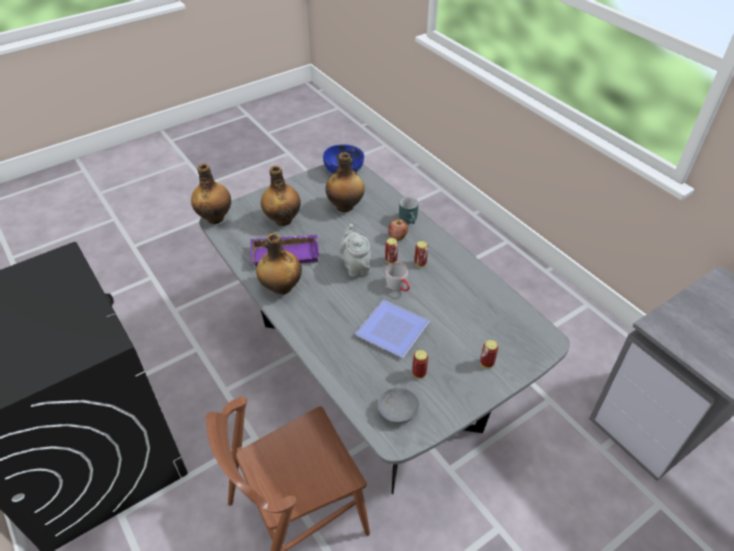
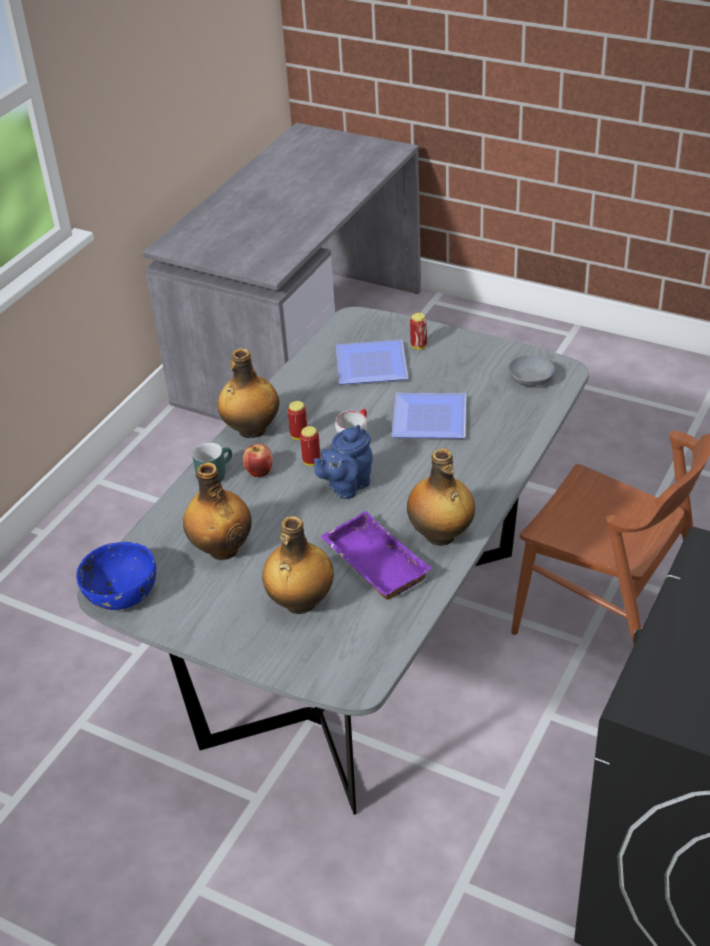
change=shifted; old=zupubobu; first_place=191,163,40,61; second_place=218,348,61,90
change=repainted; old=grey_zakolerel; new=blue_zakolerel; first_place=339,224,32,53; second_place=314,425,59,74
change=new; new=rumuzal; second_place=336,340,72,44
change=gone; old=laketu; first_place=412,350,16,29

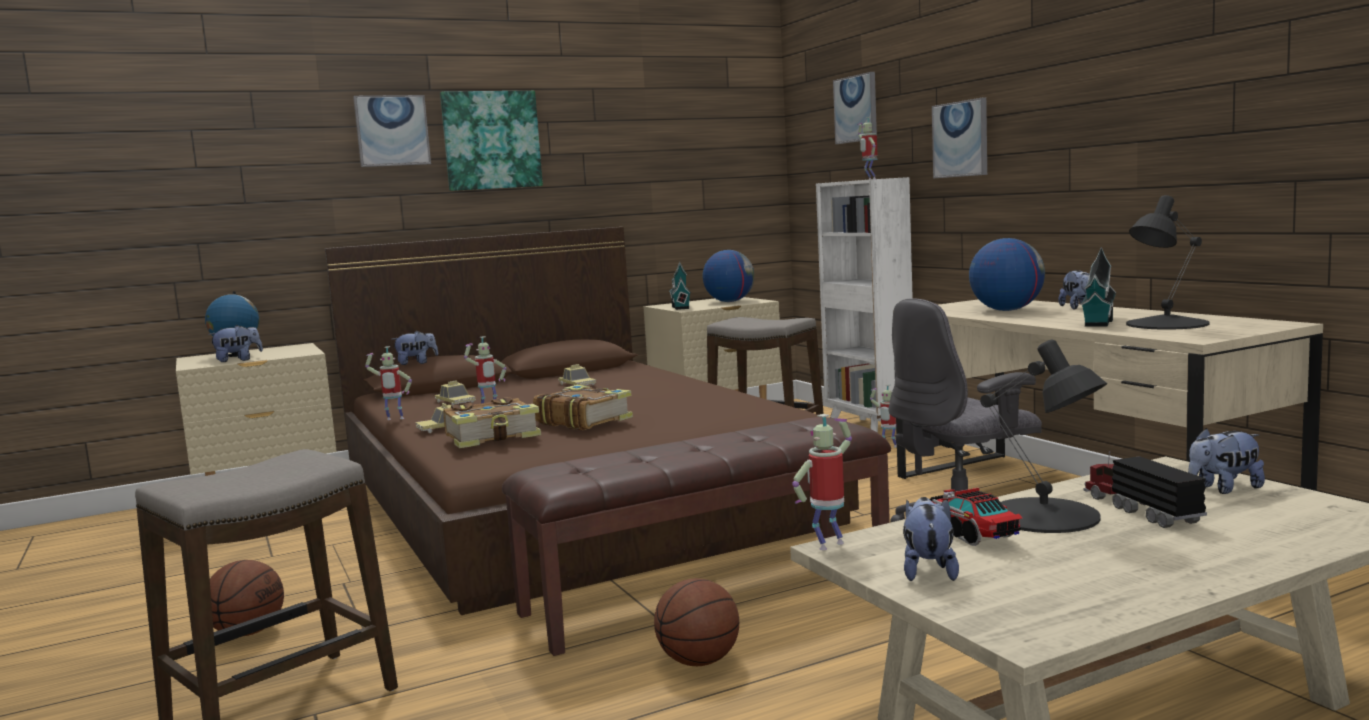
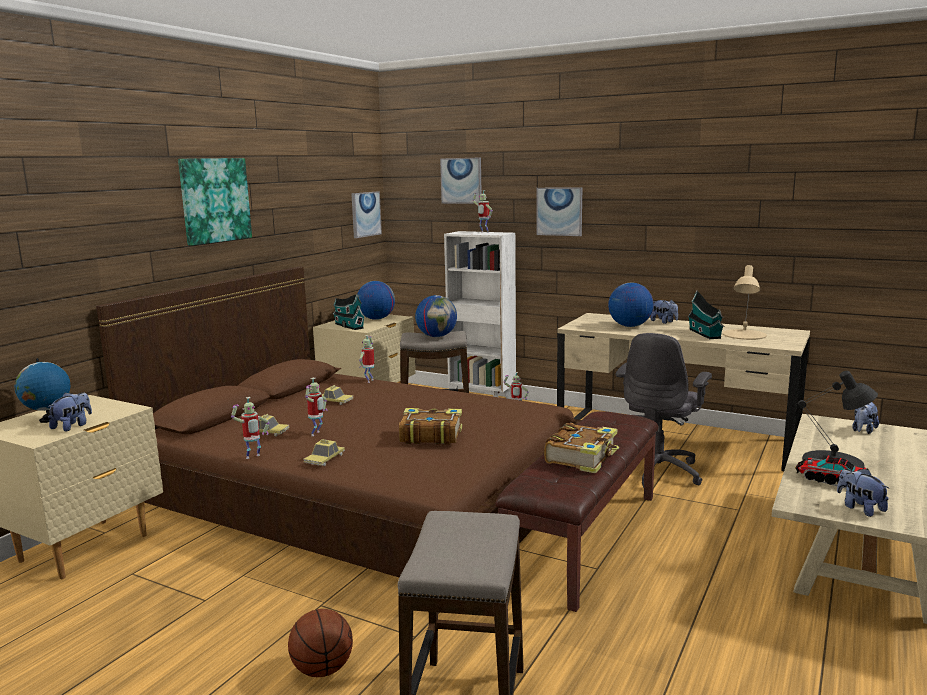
change=shifted; old=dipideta; first_place=353,95,78,72; second_place=351,191,31,47
change=shifted; old=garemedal; first_place=792,414,60,136; second_place=359,335,16,48
change=new; new=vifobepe; second_place=415,295,42,42
change=shifted; old=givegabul; first_place=443,397,98,51; second_place=544,423,75,50
change=repainted; old=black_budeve; new=beige_budeve; first_place=1126,195,84,135; second_place=723,265,44,75
change=gone; old=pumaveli; first_place=392,331,46,34
change=gone; old=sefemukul; first_place=654,578,85,88
change=gone; old=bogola; first_place=1083,451,124,77

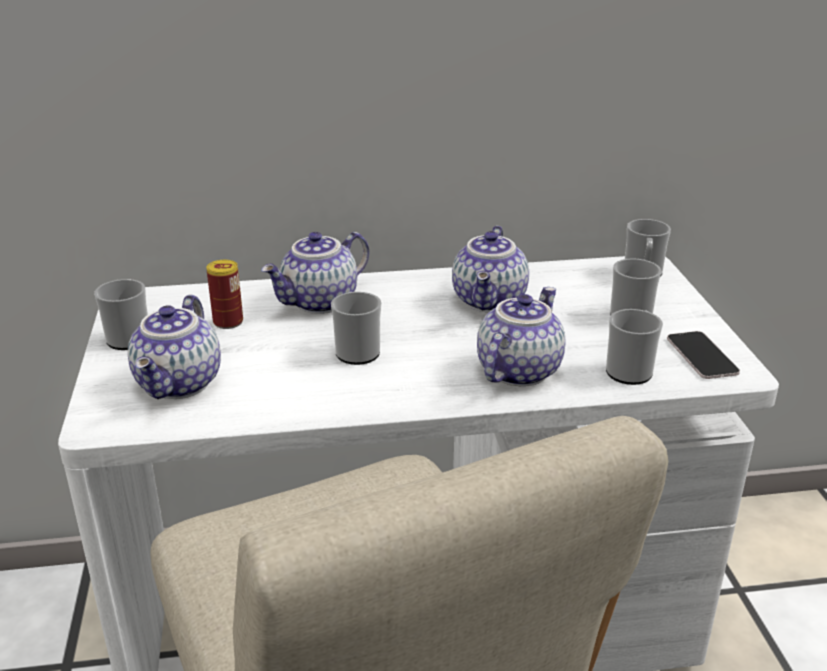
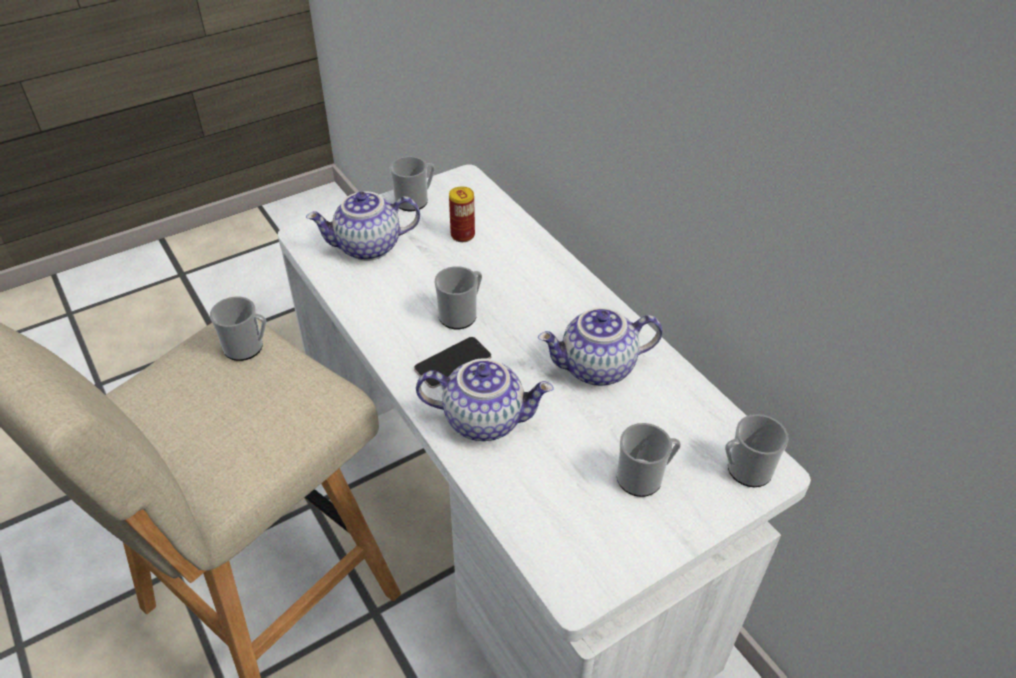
change=shifted; old=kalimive; first_place=606,309,57,76; second_place=210,297,56,64
change=shifted; old=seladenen; first_place=667,331,73,48; second_place=414,337,78,51
change=gone; old=zakolerel; first_place=261,232,108,82

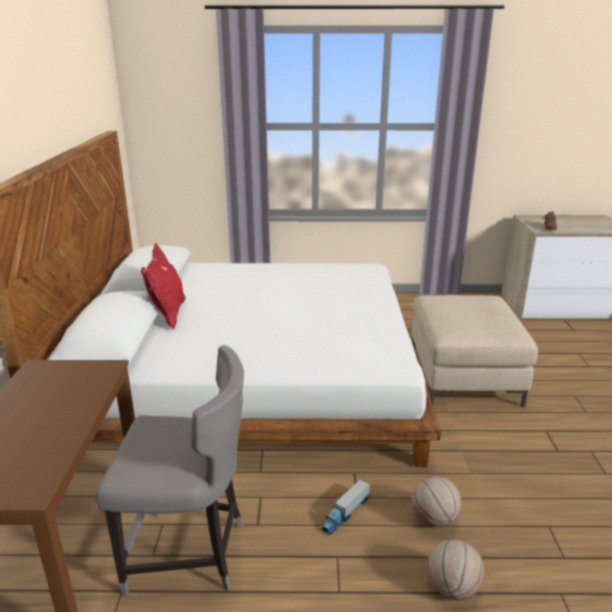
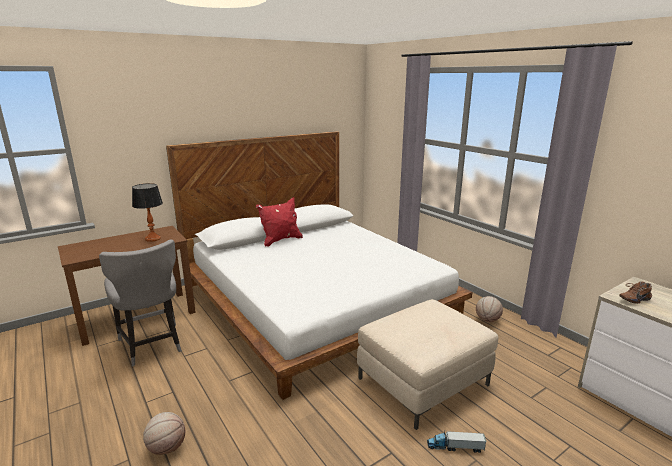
change=new; new=budeve; second_place=132,183,31,59
change=shifted; old=bogola; first_place=321,479,50,56; second_place=427,430,60,23
change=shifted; old=sefemukul; first_place=412,476,50,51; second_place=476,296,27,26

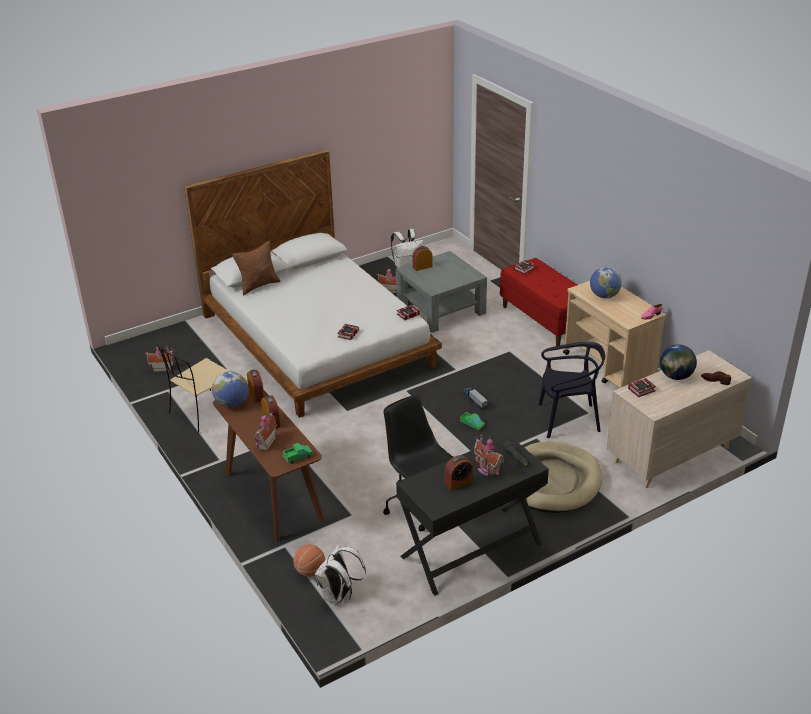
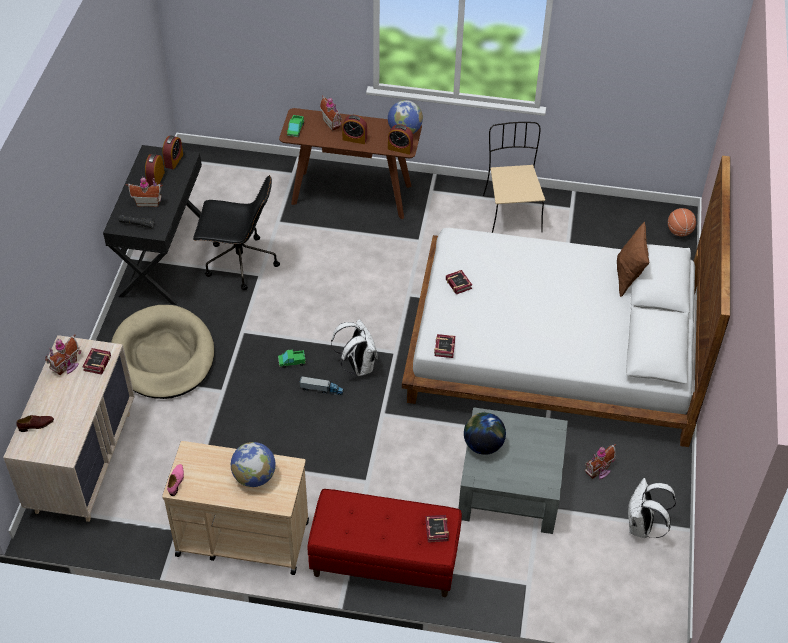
change=shifted; old=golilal; first_place=144,345,30,27; second_place=45,334,36,41
change=shifted; old=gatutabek; first_place=413,246,20,25; second_place=162,135,21,34
change=shifted; old=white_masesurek; first_place=315,545,51,59; second_place=331,319,47,57
change=shifted; old=vifobepe; first_place=660,344,37,36; second_place=464,412,42,43
change=shifted; old=sefemukul; first_place=293,544,32,33; second_place=668,208,28,28
change=gone; old=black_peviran; first_place=538,342,67,96

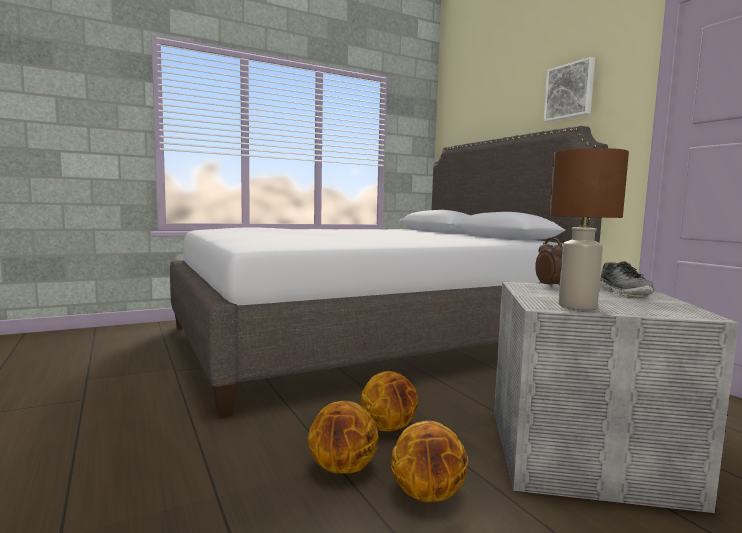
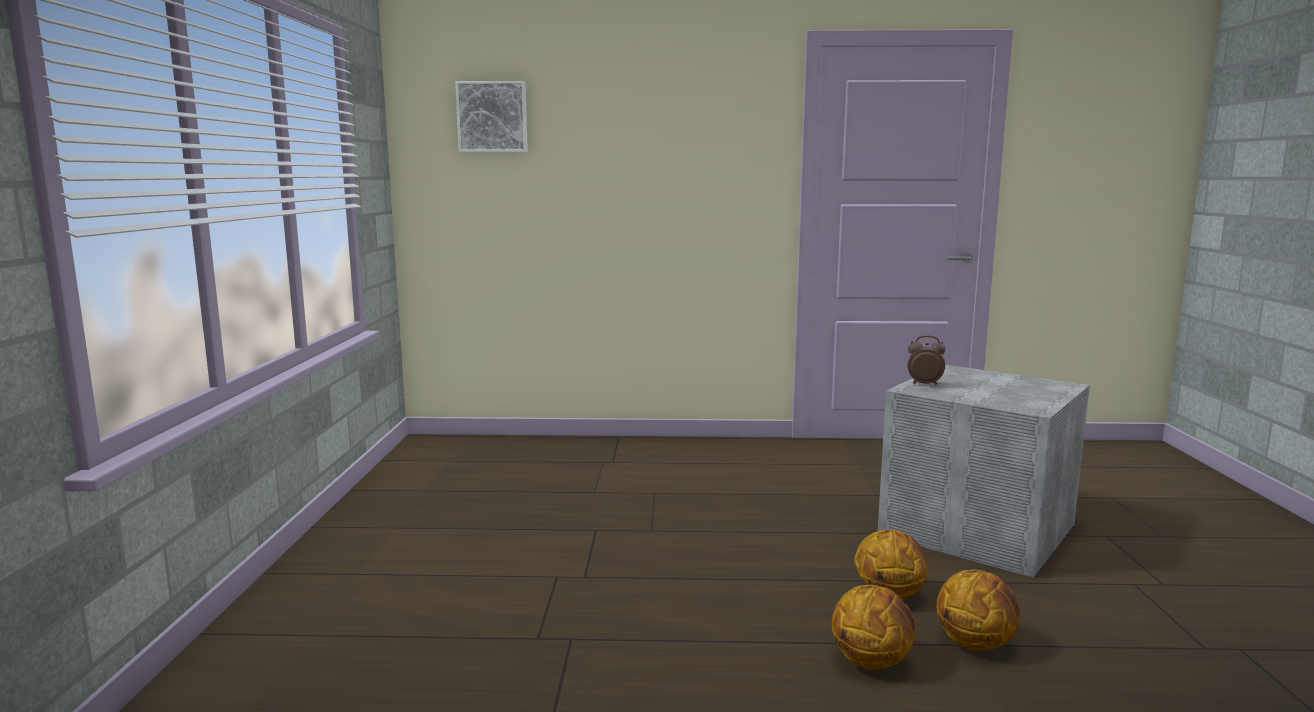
change=shifted; old=dipideta; first_place=544,57,51,65; second_place=455,81,73,71
change=shifted; old=sefemukul; first_place=391,421,77,81; second_place=832,585,83,85
change=gone; old=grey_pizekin; first_place=170,126,438,291
change=gone; old=brown_budeve; first_place=550,148,79,162
change=gone; old=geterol; first_place=600,262,54,35

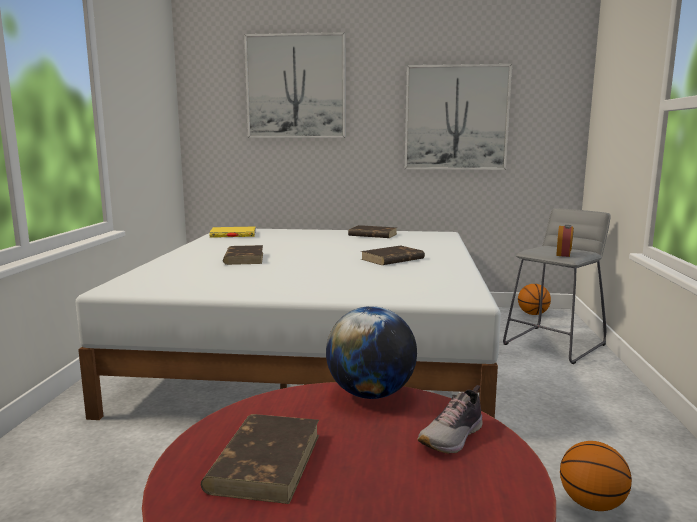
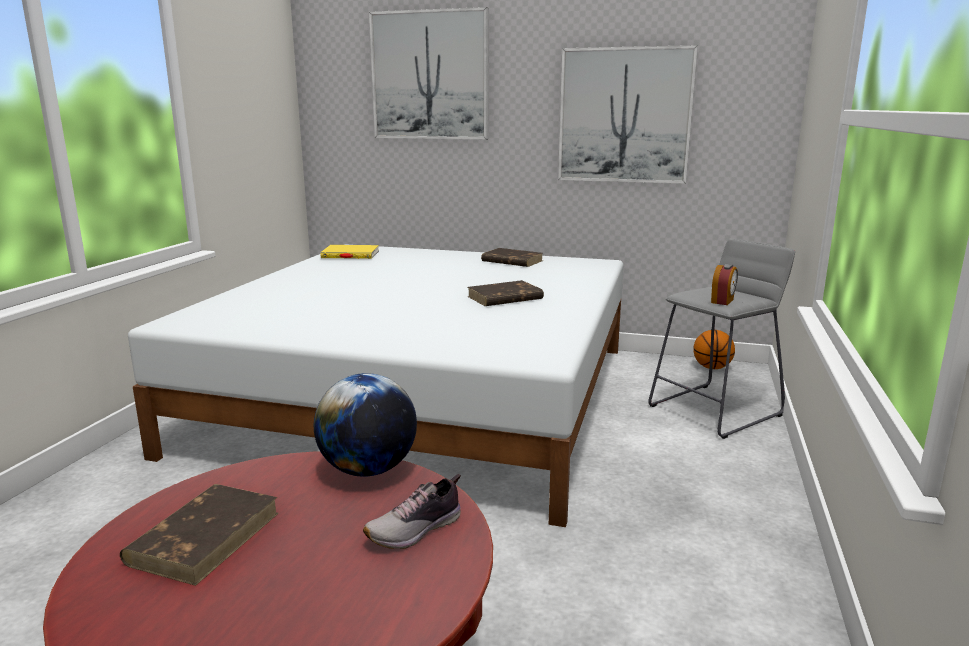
change=gone; old=brown_givegabul; first_place=223,245,40,20
change=gone; old=sefemukul; first_place=560,441,72,70

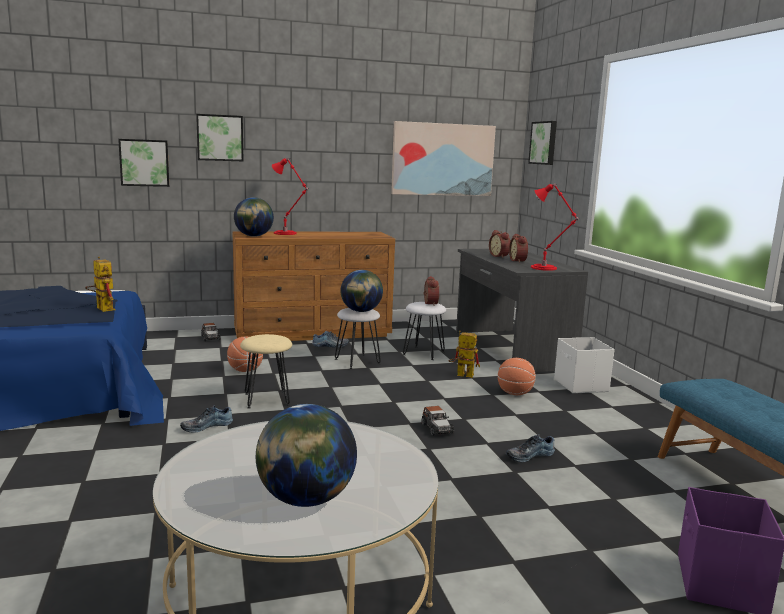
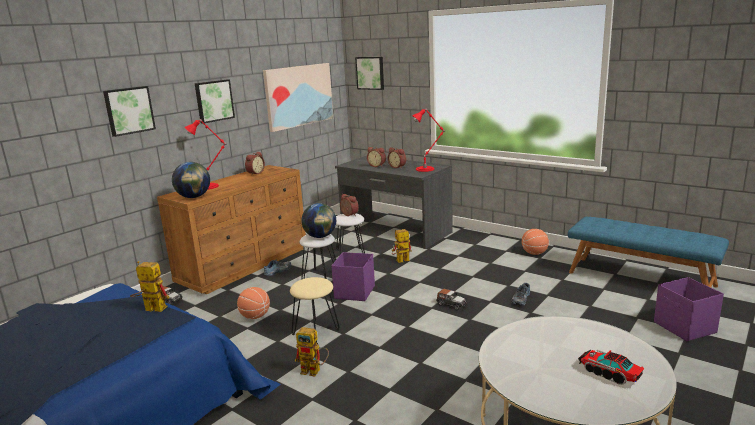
change=shifted; old=dipideta; first_place=118,139,51,48; second_place=195,80,40,44
change=new; new=gatutabek; second_place=245,151,20,24
change=swapped; old=geterol; new=garemedal; first_place=180,405,53,28; second_place=295,327,34,49
change=new; new=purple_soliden; second_place=331,252,44,49
change=shifted; old=sefemukul; first_place=498,358,38,37; second_place=522,229,27,26
change=swapped; old=vifobepe; new=bogola; first_place=256,404,101,103; second_place=578,350,66,35
change=gone; old=white_soliden; first_place=554,337,61,56

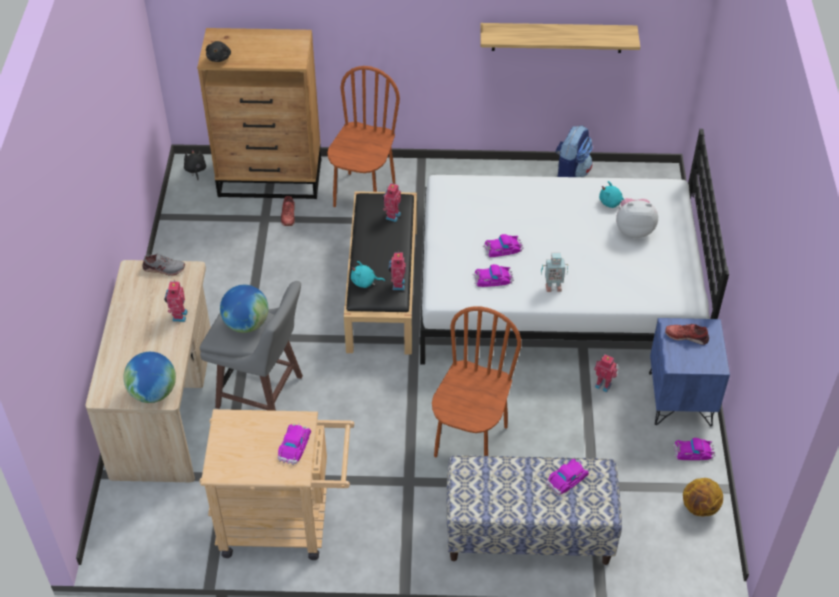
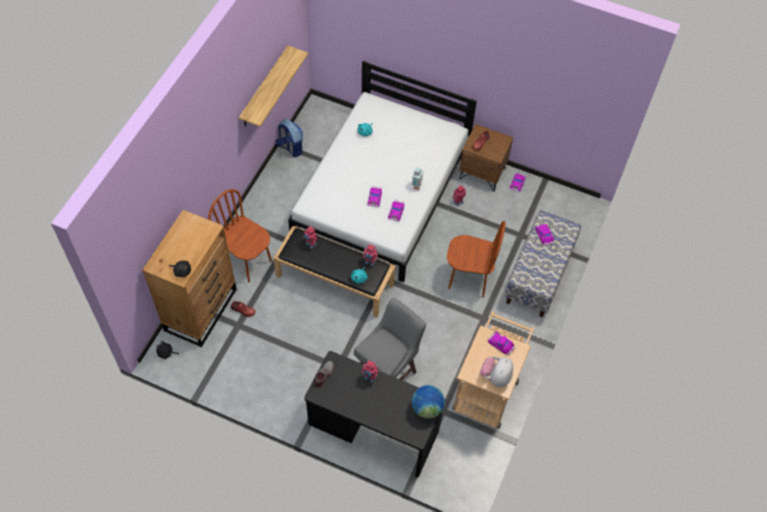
change=repainted; old=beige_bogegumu; new=black_bogegumu; first_place=85,260,126,222; second_place=304,351,139,126
change=rotated; old=brown_peviran; first_place=432,306,89,151; second_place=447,221,59,76; degrees=150
change=repainted; old=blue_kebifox; new=brown_kebifox; first_place=649,318,81,108; second_place=459,124,54,67
change=shifted; old=pumaveli; first_place=616,198,42,40; second_place=480,357,33,30
change=gone; old=vifobepe; first_place=220,285,49,48
change=gone; old=sefemukul; first_place=683,478,40,38

